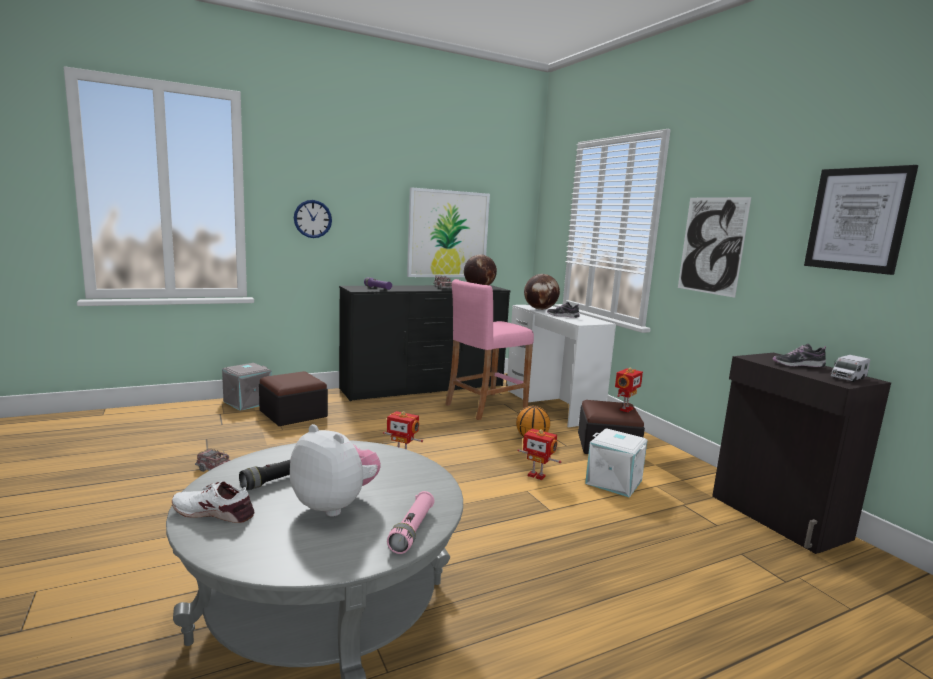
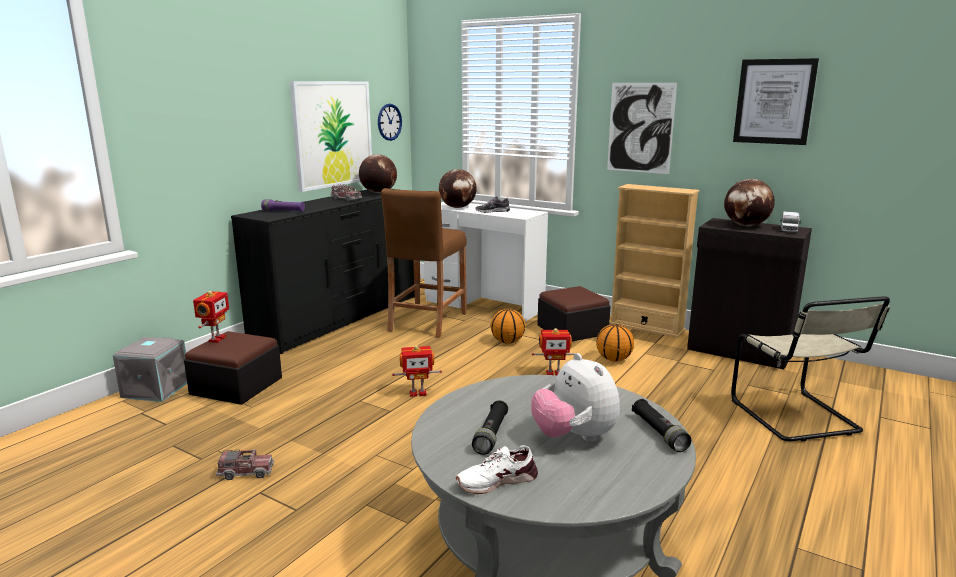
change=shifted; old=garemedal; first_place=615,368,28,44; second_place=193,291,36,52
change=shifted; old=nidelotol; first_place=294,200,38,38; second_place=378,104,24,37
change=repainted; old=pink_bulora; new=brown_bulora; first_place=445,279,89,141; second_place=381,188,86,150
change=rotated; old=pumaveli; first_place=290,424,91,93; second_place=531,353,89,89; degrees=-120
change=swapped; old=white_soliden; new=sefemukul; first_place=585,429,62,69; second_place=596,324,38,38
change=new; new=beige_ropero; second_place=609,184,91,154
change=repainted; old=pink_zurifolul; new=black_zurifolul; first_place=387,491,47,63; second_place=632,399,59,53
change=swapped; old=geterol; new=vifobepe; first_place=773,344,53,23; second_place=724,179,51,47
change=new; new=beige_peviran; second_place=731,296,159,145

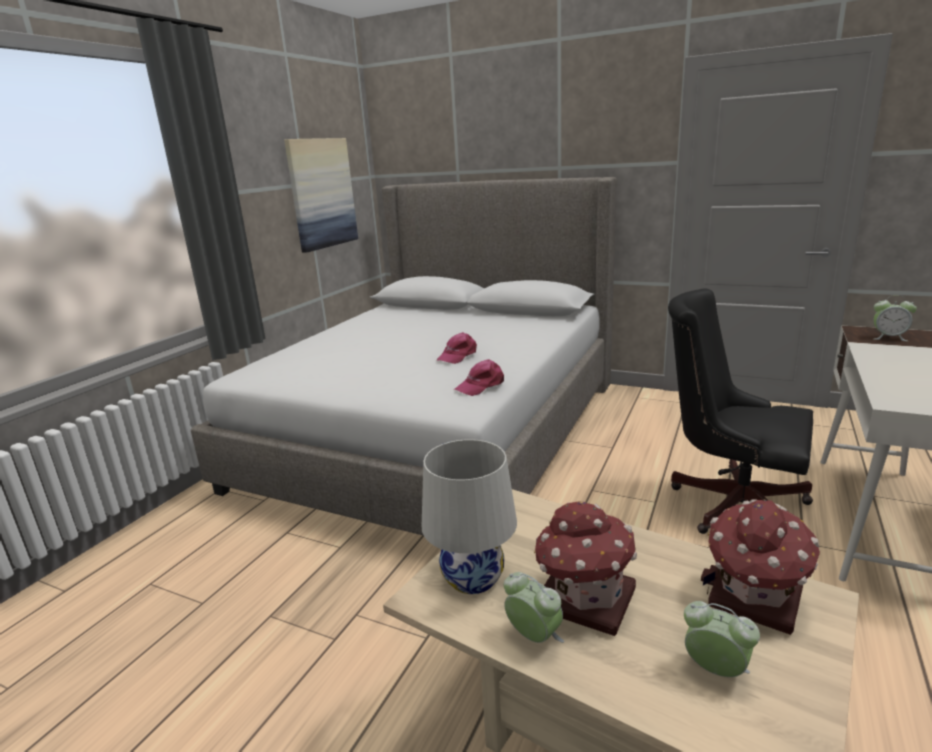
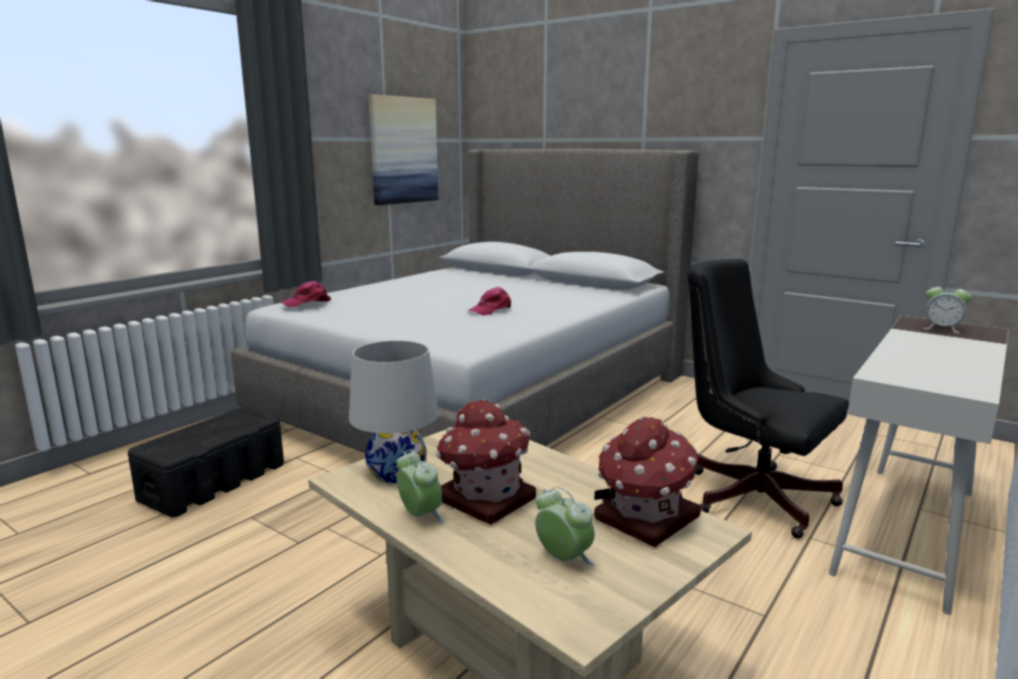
change=new; new=black_soliden; second_place=128,407,156,110
change=shifted; old=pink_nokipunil; first_place=454,359,50,37; second_place=281,281,50,26

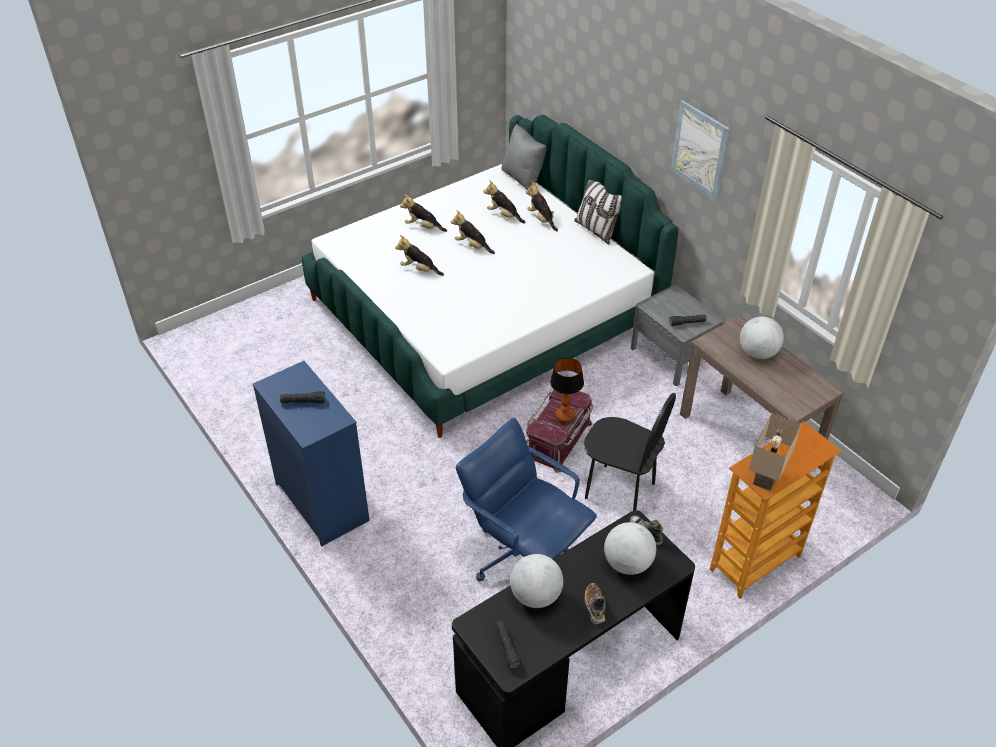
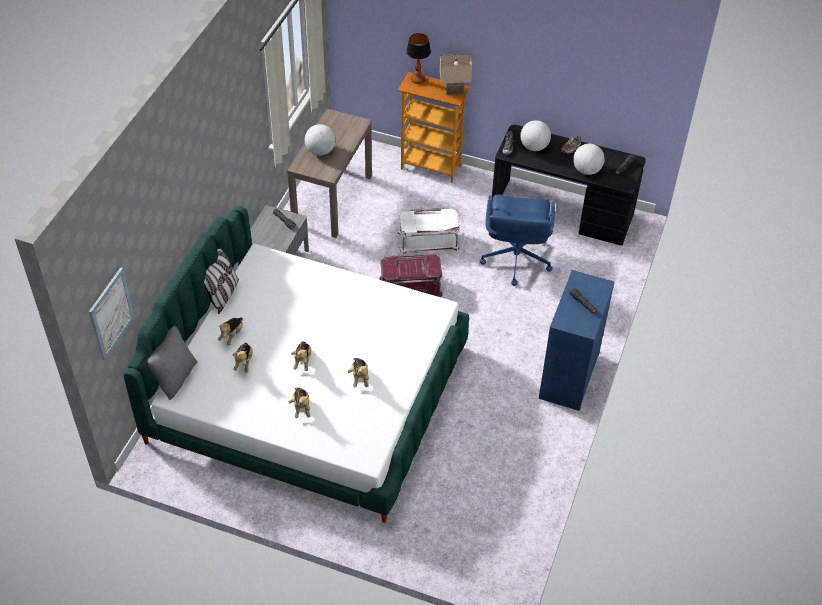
change=shifted; old=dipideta; first_place=671,100,59,99; second_place=89,267,46,93
change=swapped; old=black_peviran; new=white_soliden; first_place=584,393,92,118; second_place=398,208,61,46
change=shifted; old=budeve; first_place=550,358,34,65; second_place=406,33,25,51

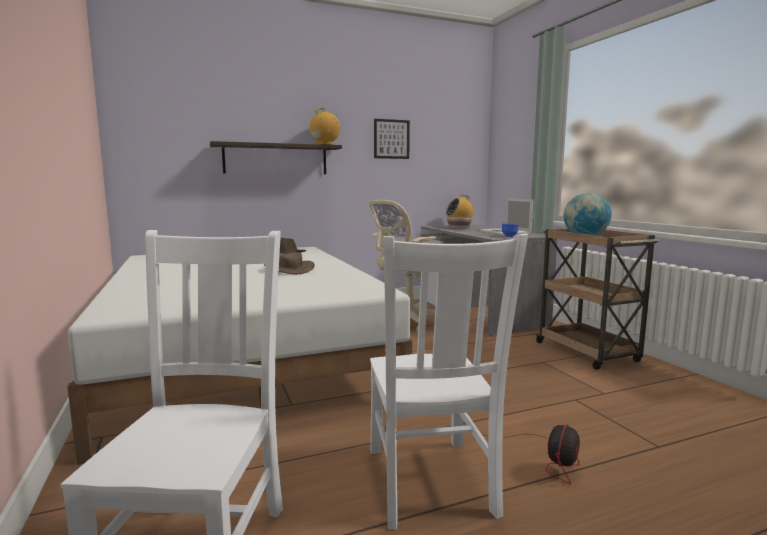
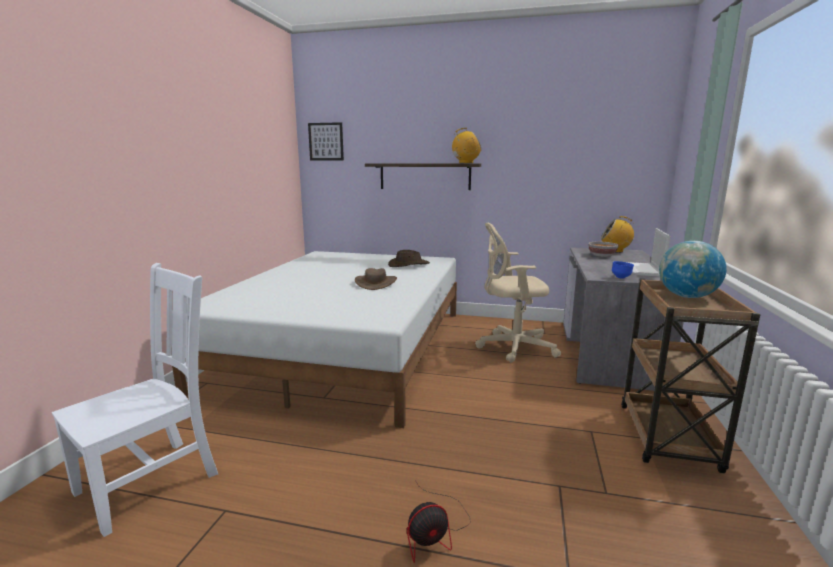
change=shifted; old=dipideta; first_place=374,119,36,40; second_place=308,122,36,38
change=gone; old=white_peviran; first_place=370,234,158,296

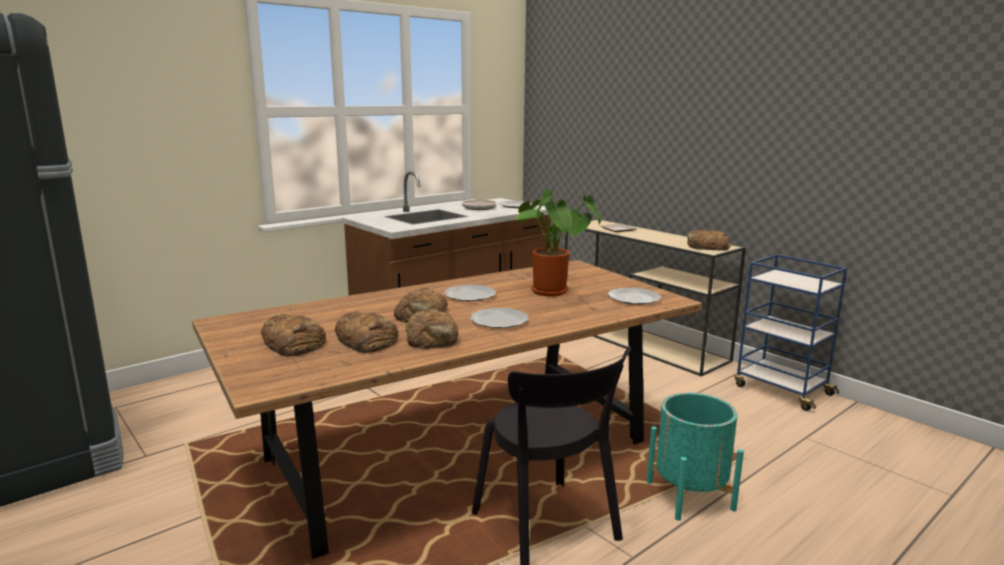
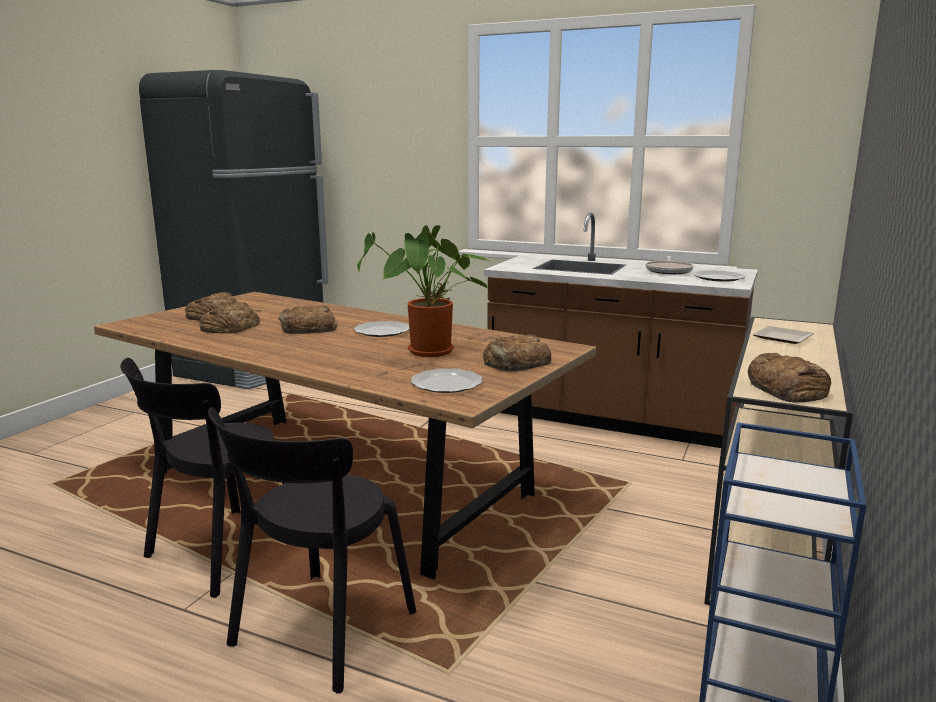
change=swapped; old=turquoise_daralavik; new=black_peviran; first_place=647,393,97,128; second_place=208,407,208,287
change=shifted; old=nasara; first_place=406,308,52,41; second_place=483,334,69,38
change=gone; old=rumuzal; first_place=470,308,58,20

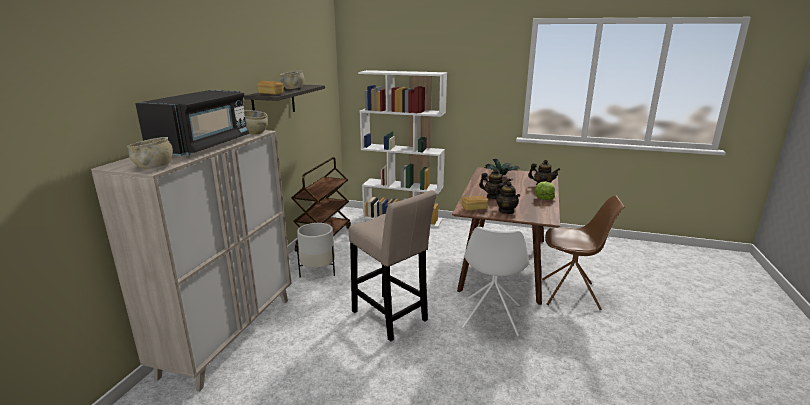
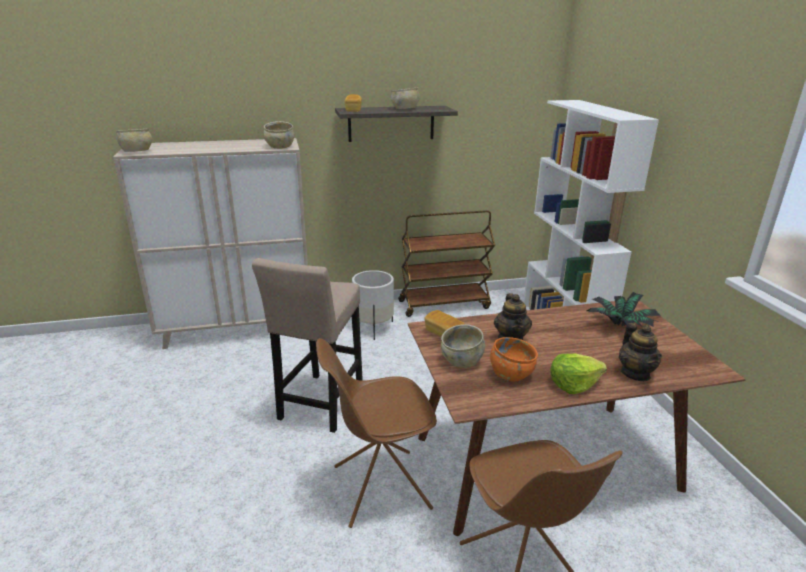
change=repainted; old=white_peviran; new=brown_peviran; first_place=462,227,67,110; second_place=316,338,121,190
change=swapped; old=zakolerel; new=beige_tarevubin; first_place=496,181,24,33; second_place=441,324,44,44
change=new; new=orange_tarevubin; second_place=490,337,48,44
change=gone; old=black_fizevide; first_place=135,90,114,66

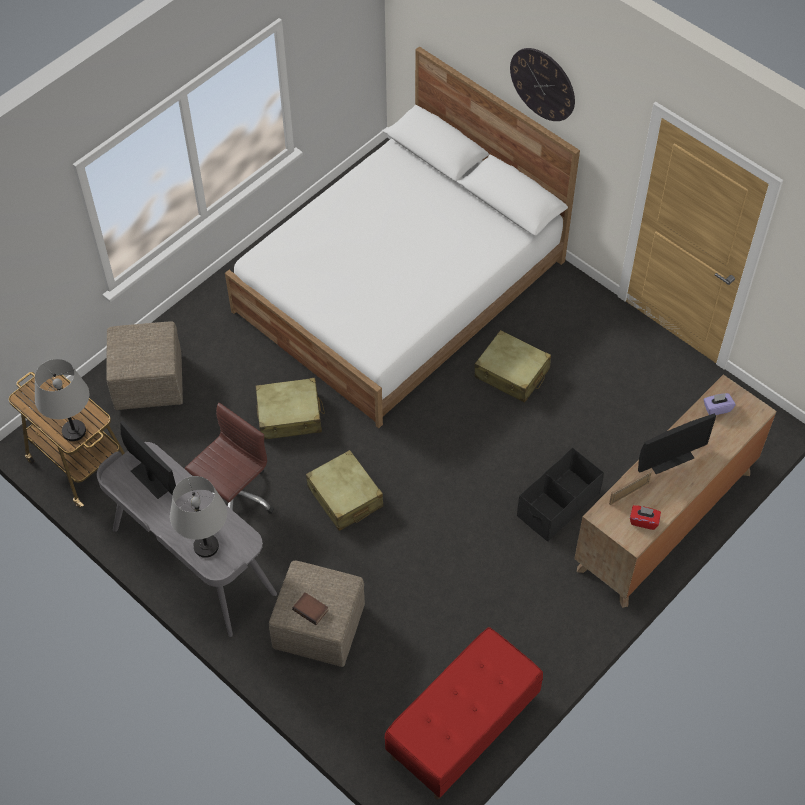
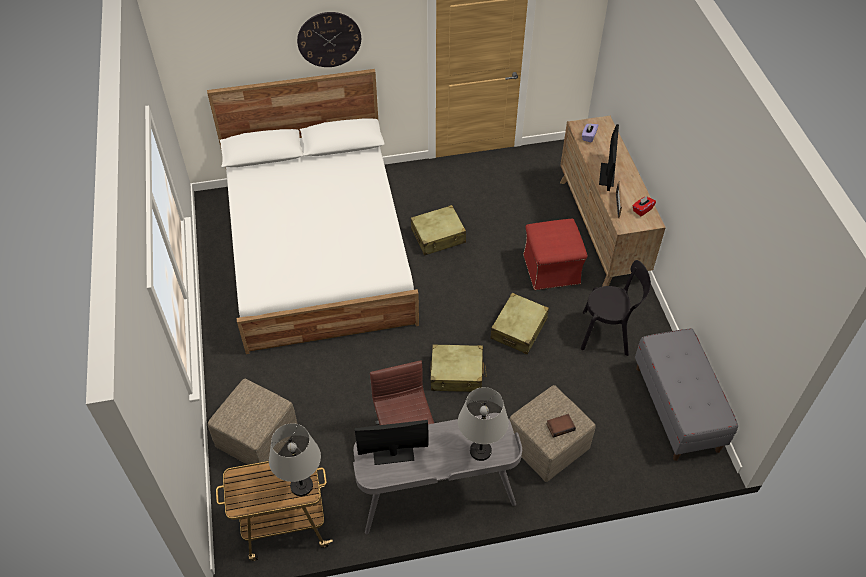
change=shifted; old=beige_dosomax; first_place=256,378,69,62; second_place=490,293,59,61
change=swapped; old=black_soliden; new=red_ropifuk; first_place=517,447,87,95; second_place=523,219,65,71
change=new; new=black_peviran; second_place=581,260,70,96
change=repainted; old=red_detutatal; new=grey_detutatal; first_place=385,627,158,172; second_place=635,328,103,133

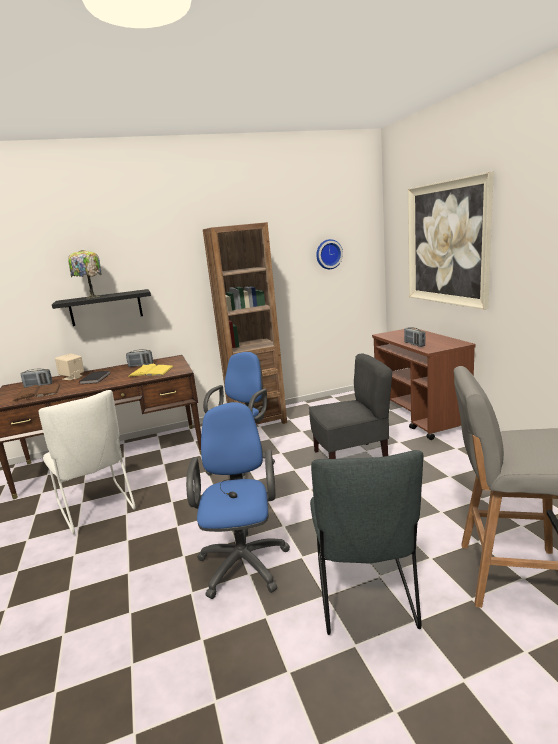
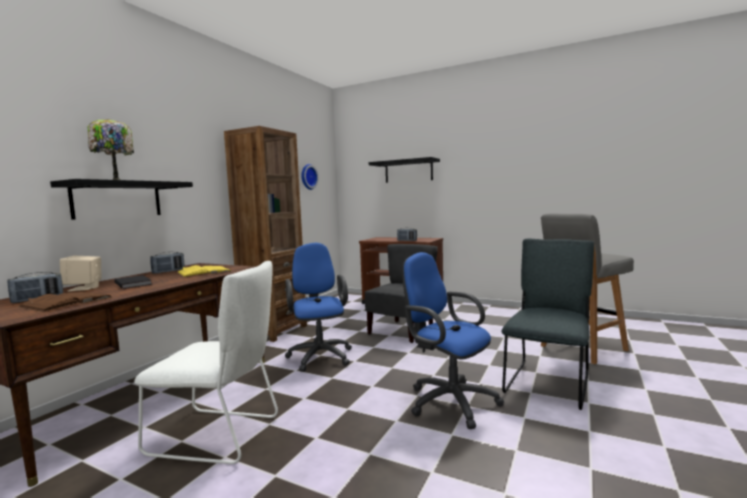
change=swapped; old=dipideta; new=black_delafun; first_place=408,171,86,139; second_place=369,157,71,26
change=rotated; old=grey_peviran; first_place=310,450,114,185; second_place=501,239,93,171; degrees=-105

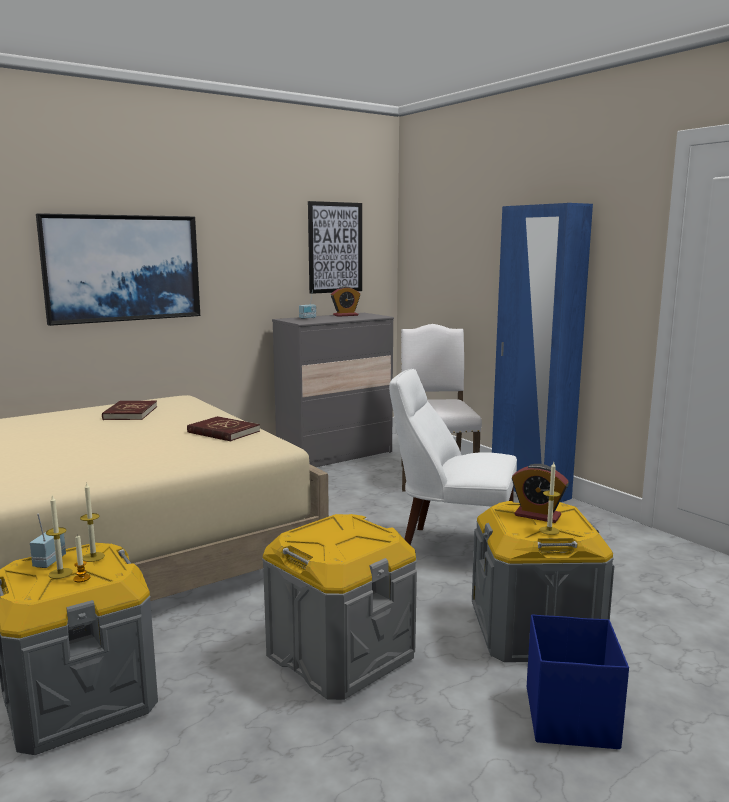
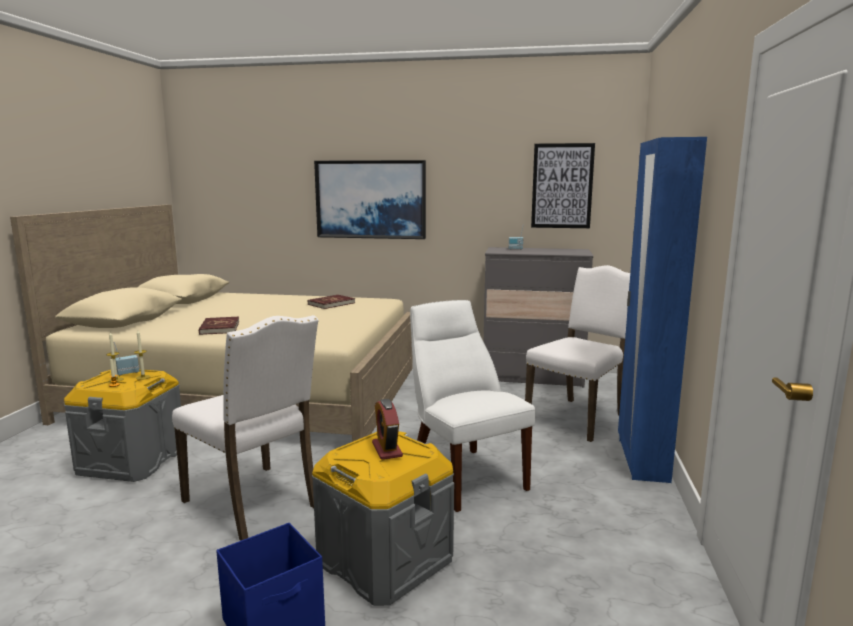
change=swapped; old=grey_soliden; new=white_peviran; first_place=262,514,155,186; second_place=172,315,147,226
change=shifted; old=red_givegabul; first_place=187,416,73,25; second_place=199,317,40,18
change=gone; old=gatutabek; first_place=331,286,29,31
change=gone; old=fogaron; first_place=539,462,21,73

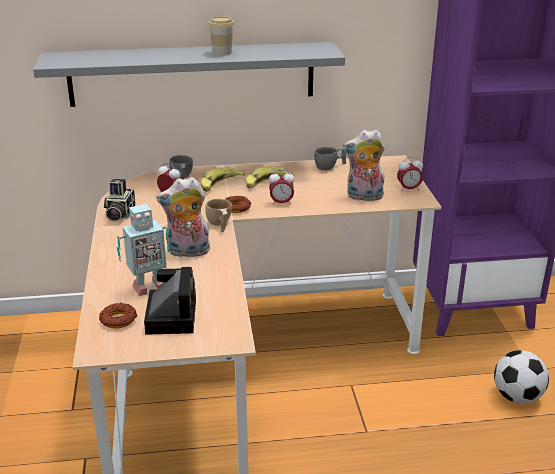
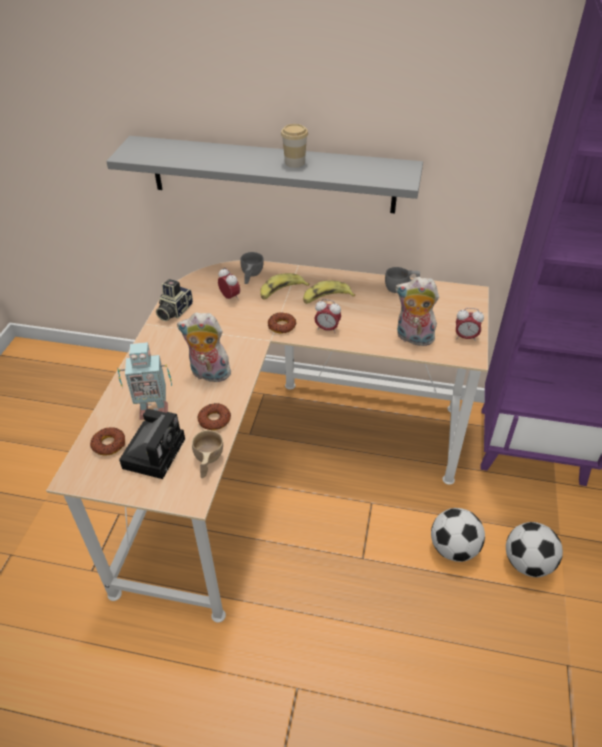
change=shifted; old=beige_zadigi; first_place=205,199,27,33; second_place=192,430,31,48
change=new; new=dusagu; second_place=198,404,33,26
change=new; new=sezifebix; second_place=431,508,54,54

